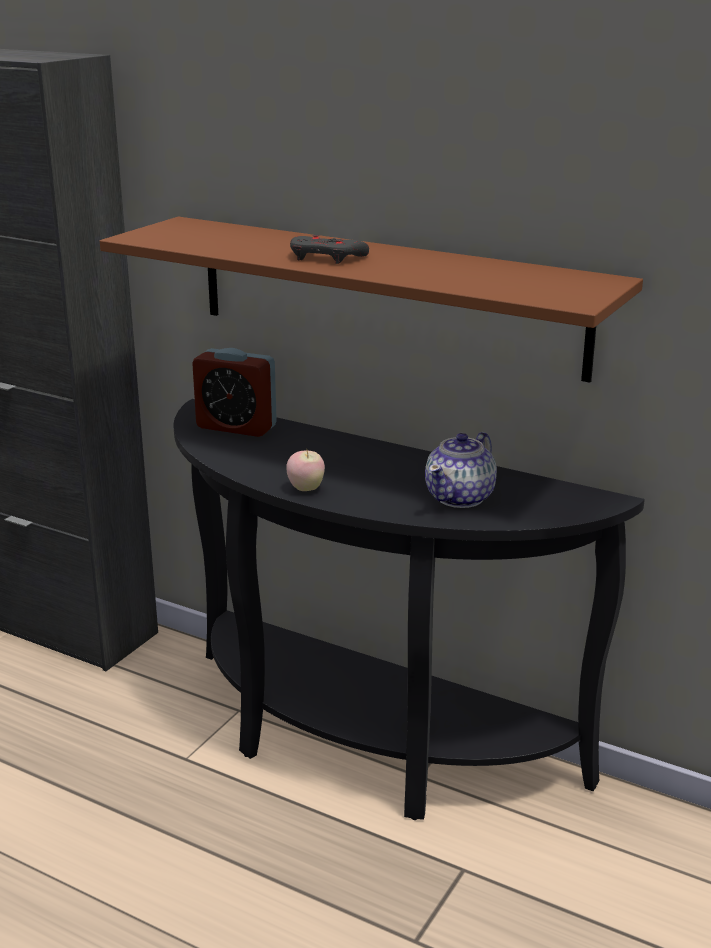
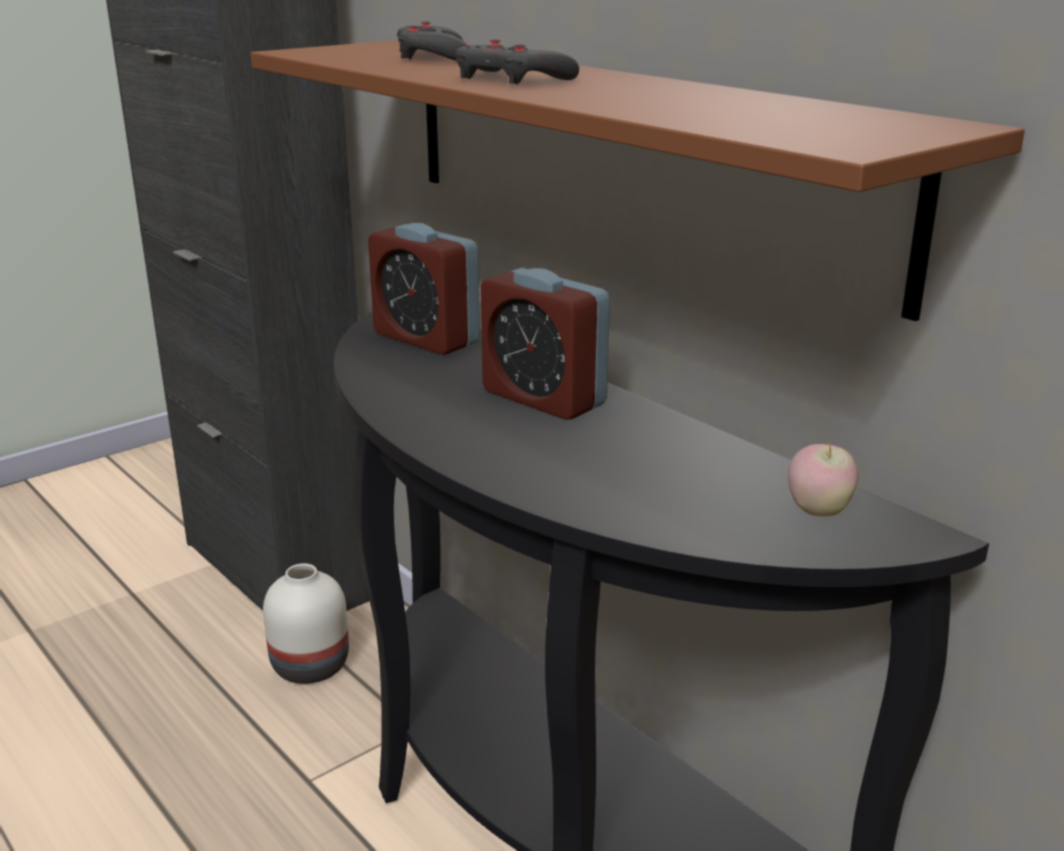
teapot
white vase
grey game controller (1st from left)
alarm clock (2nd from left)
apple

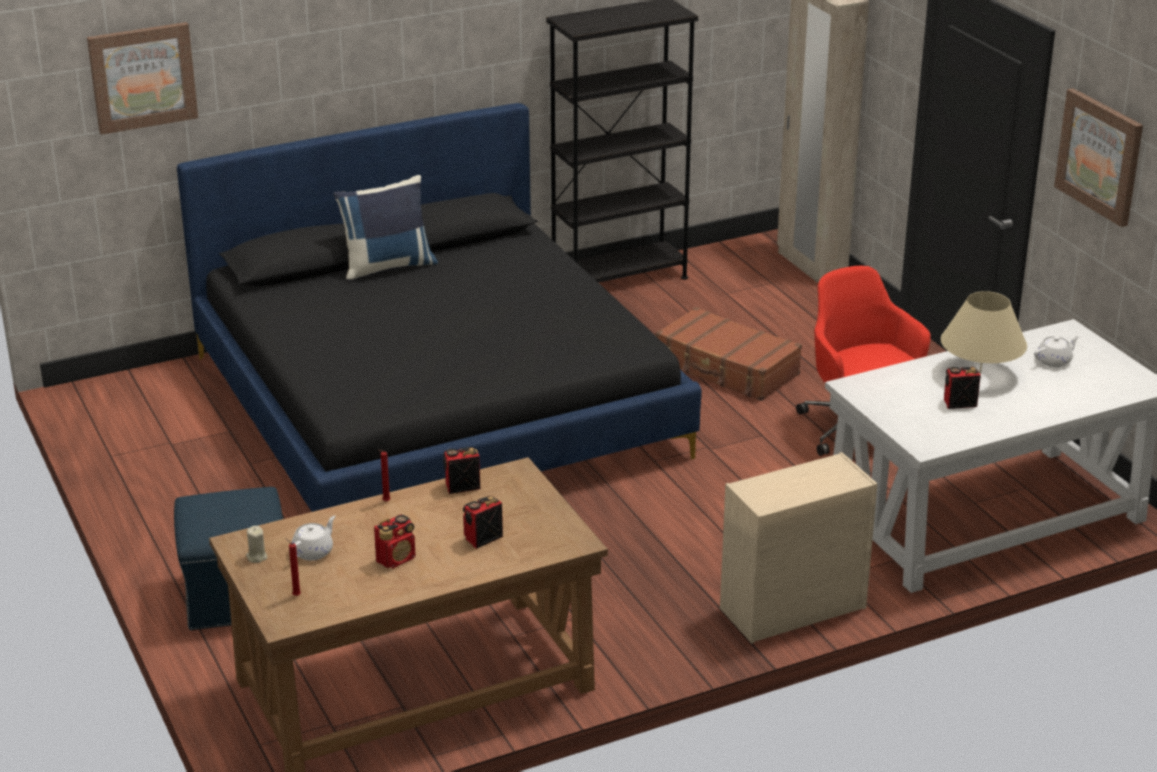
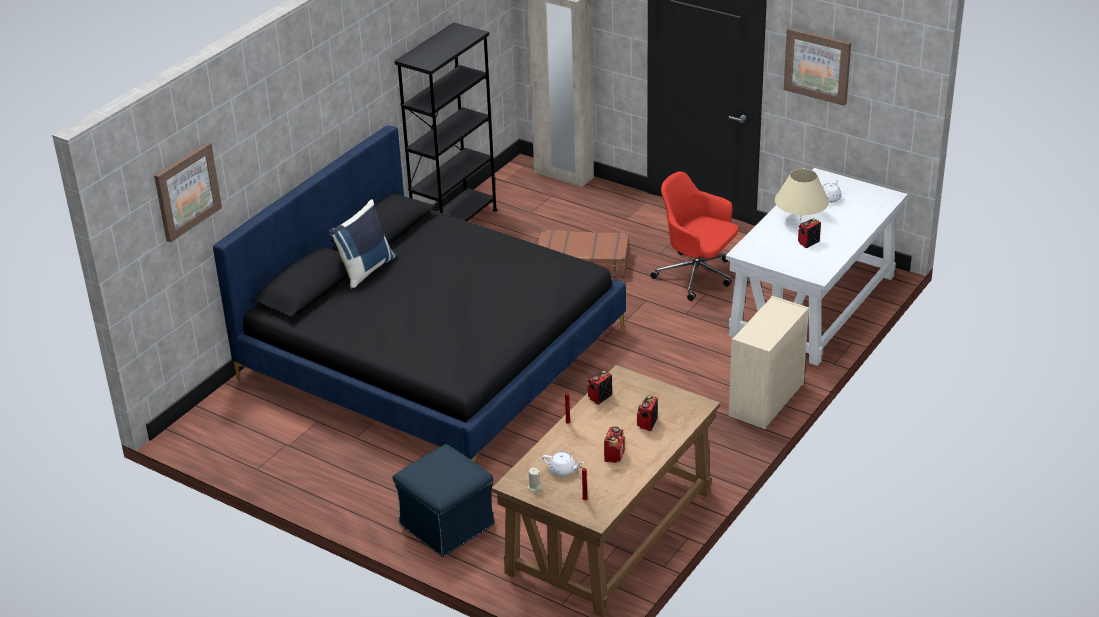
white teapot (1st from left)

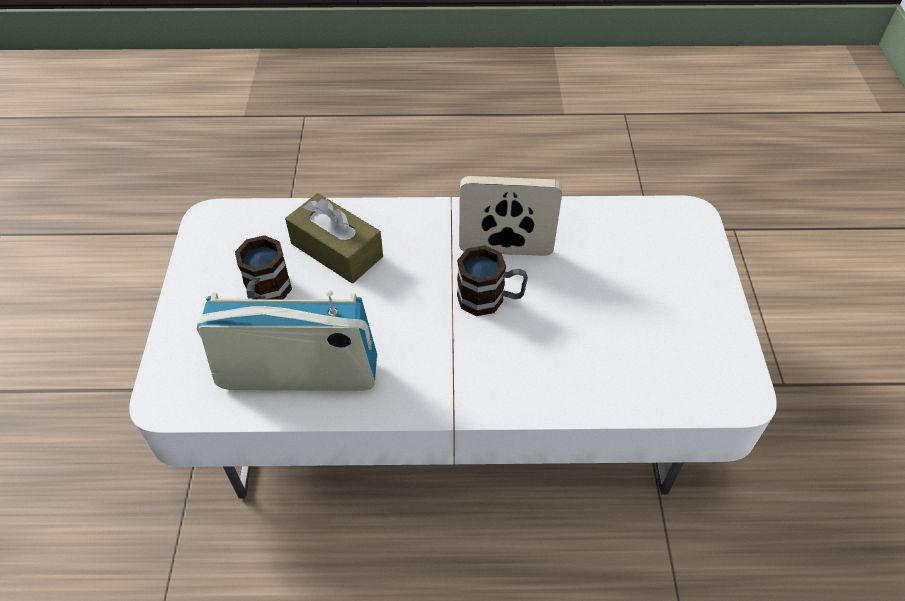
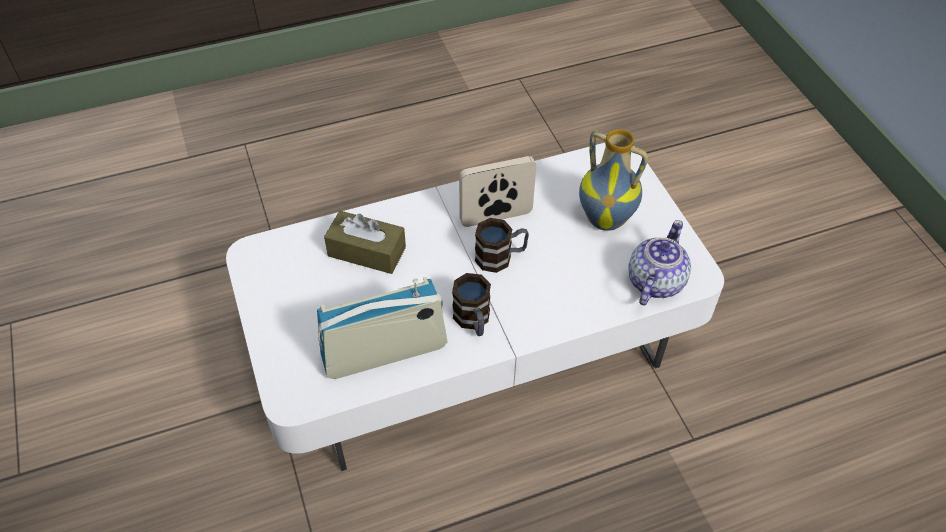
vase
teapot
mug (1st from left)

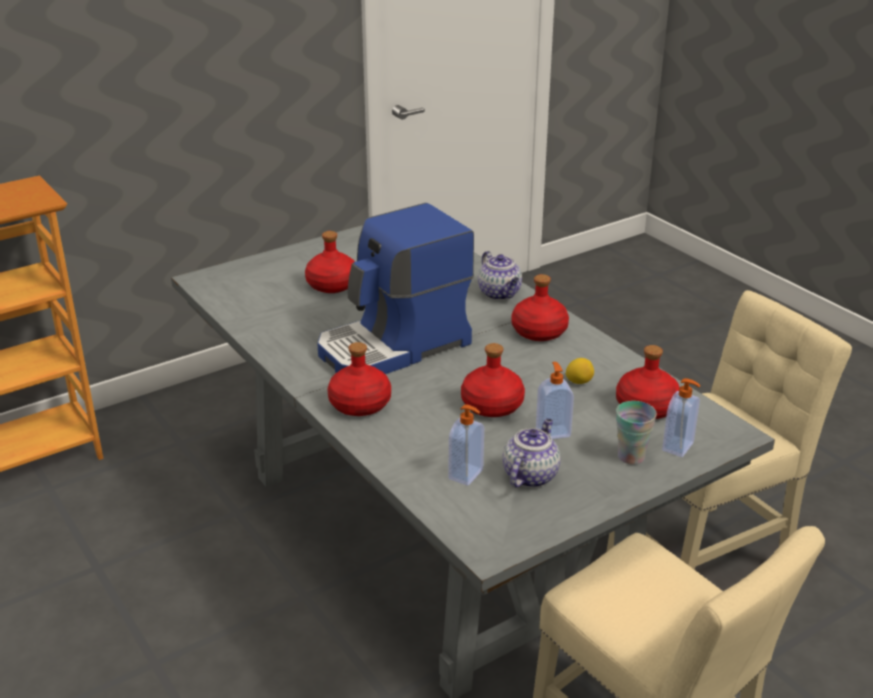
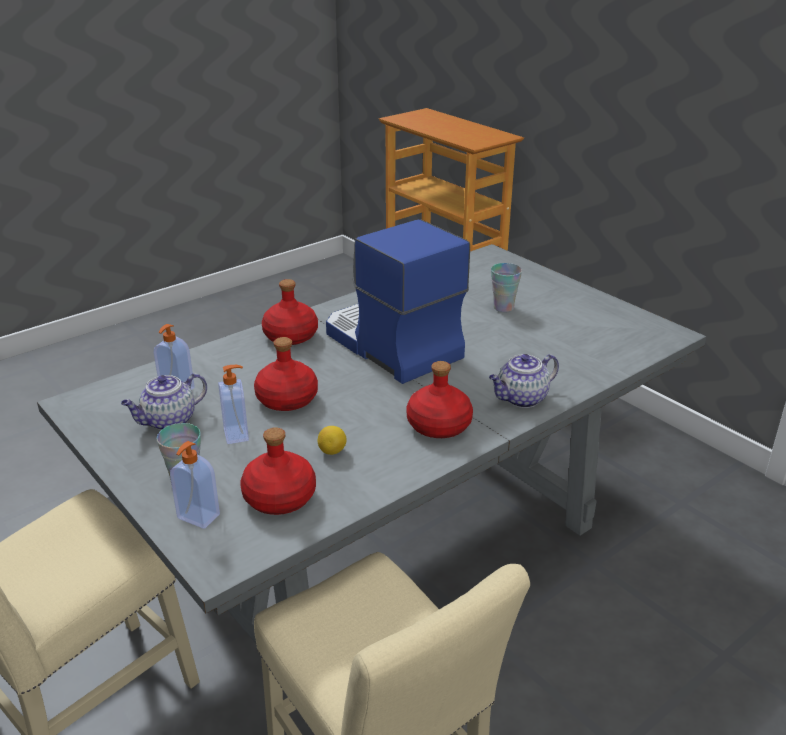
cup (2nd from left)
teapot (1st from left)

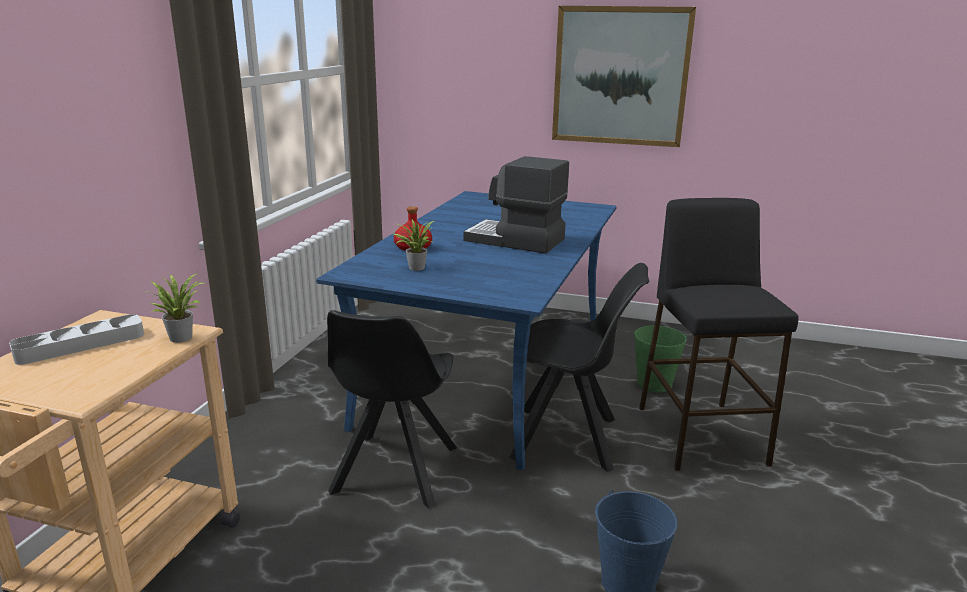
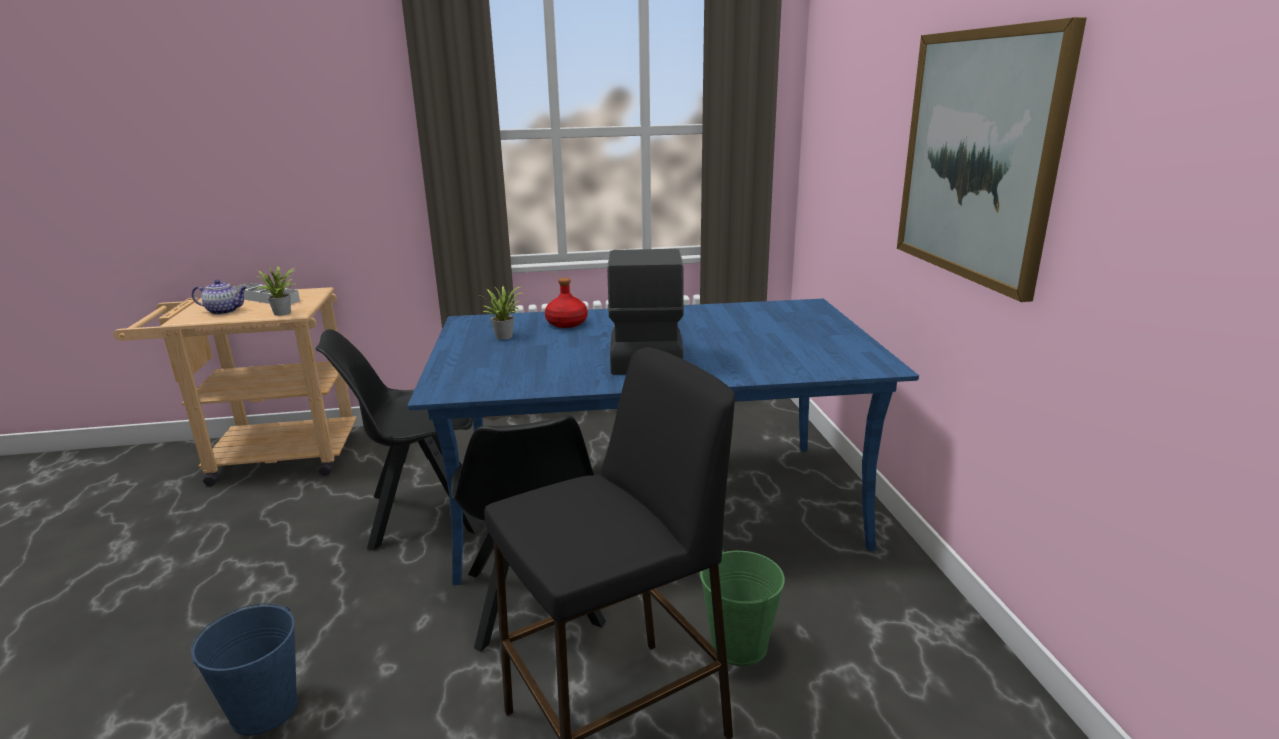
teapot

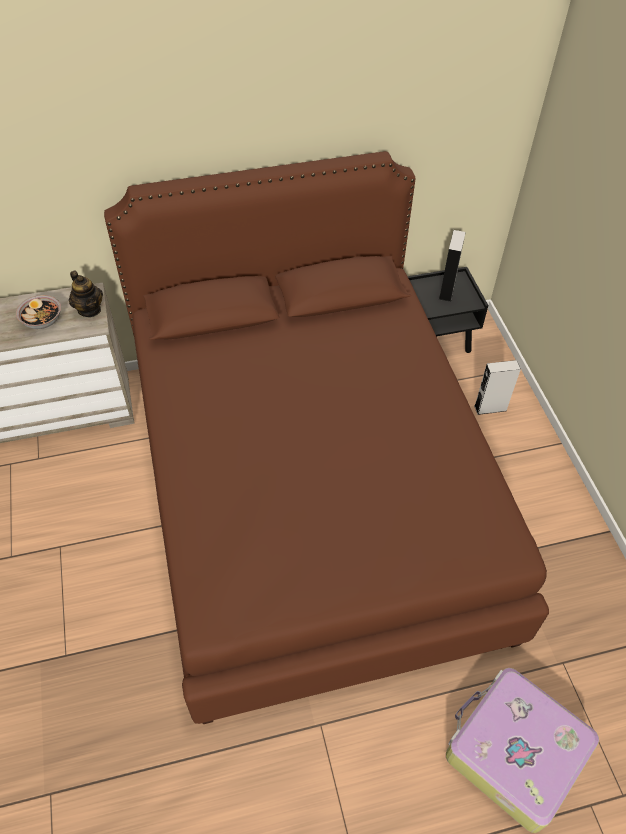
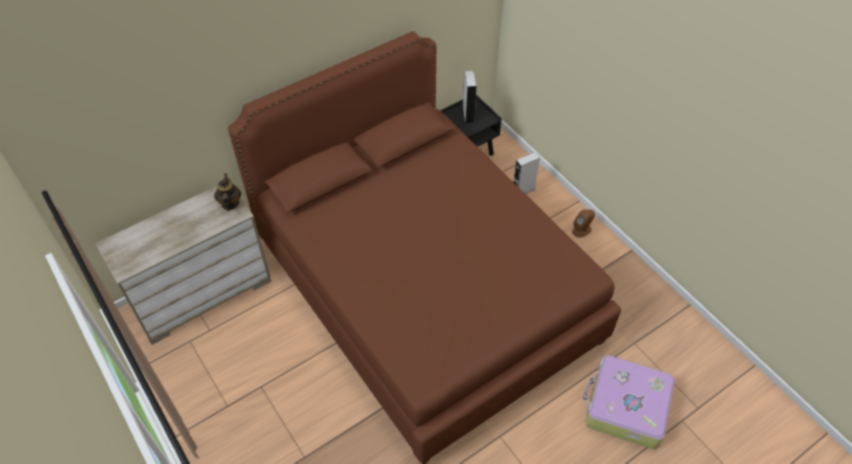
bowl
brown speaker
teapot

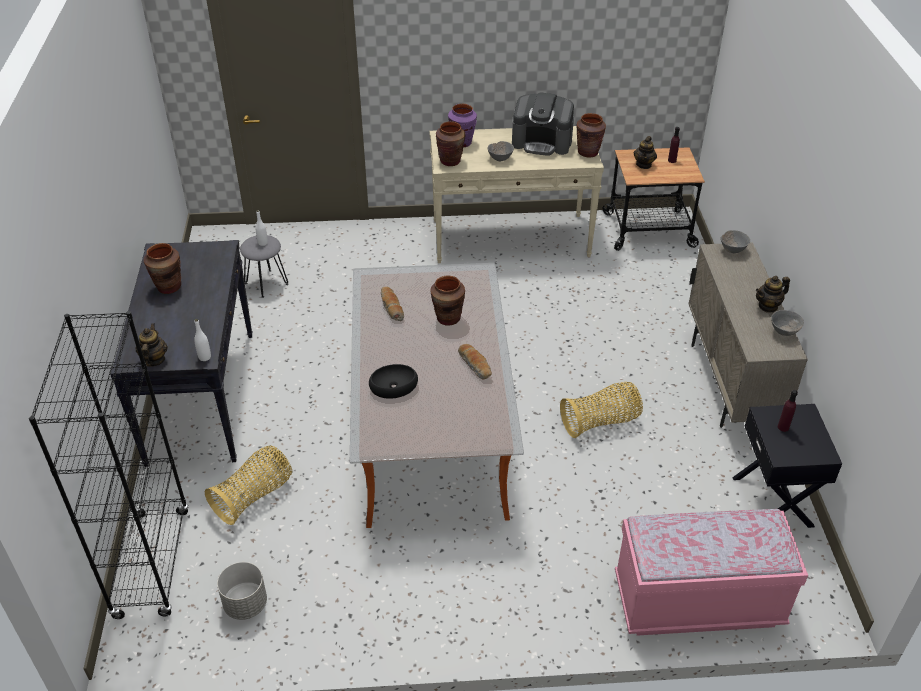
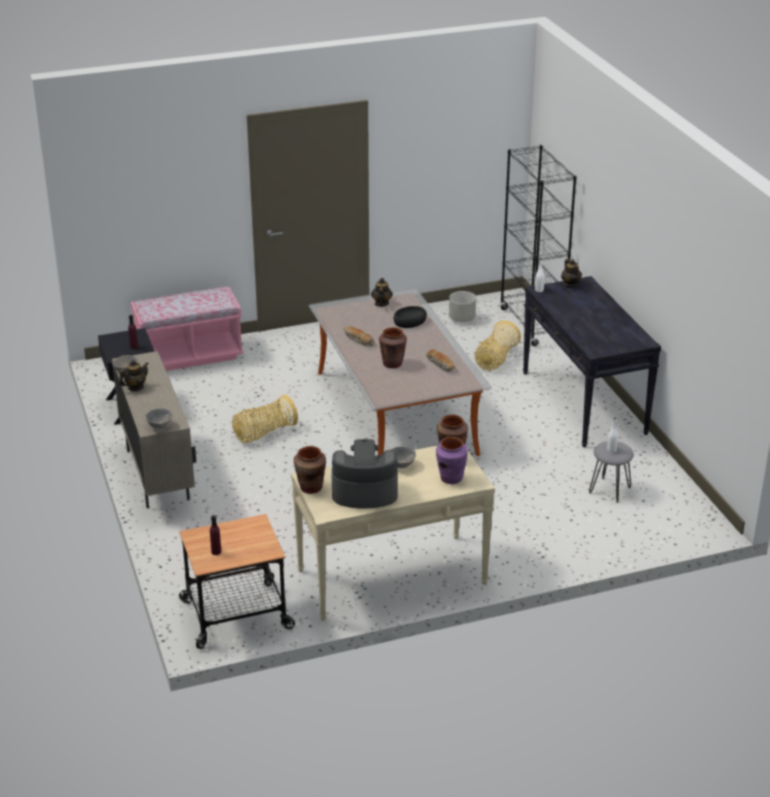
brown vase (1st from left in the first image)
teapot (2nd from left)

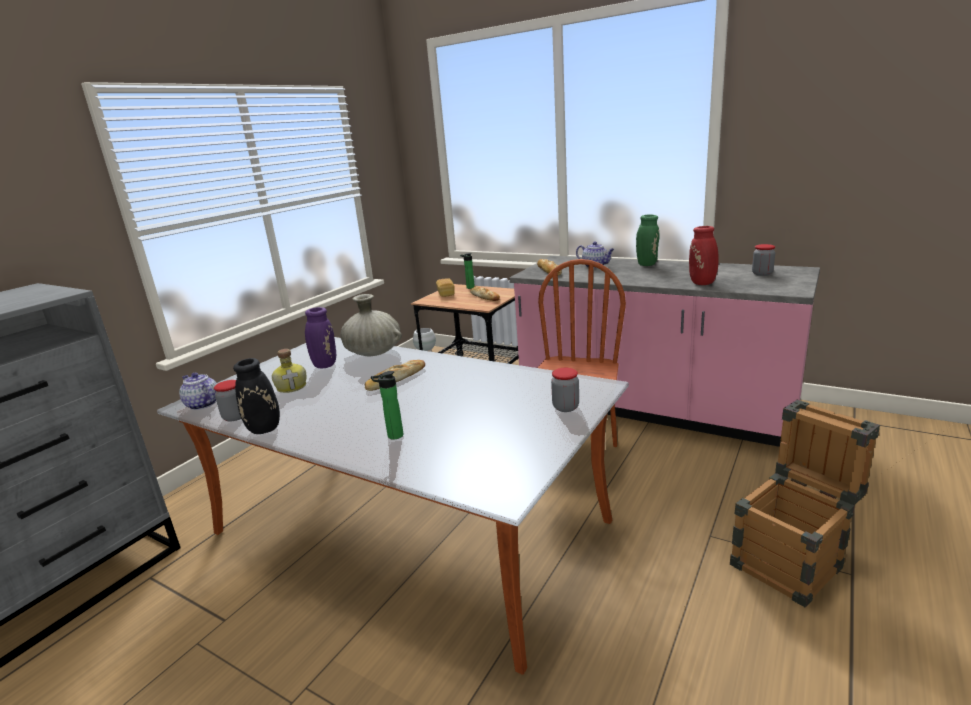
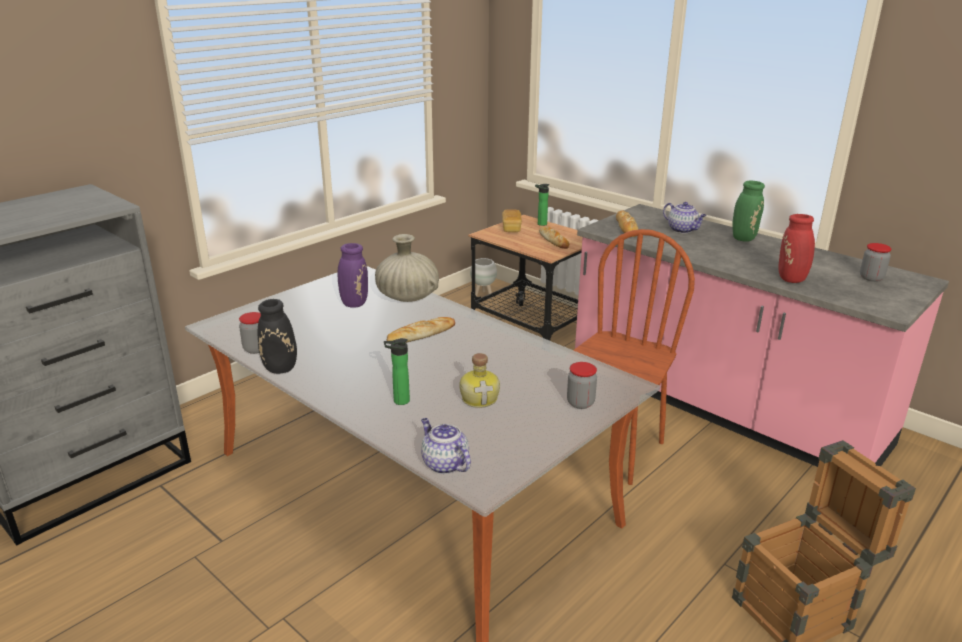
teapot (1st from left)
bottle (2nd from left)

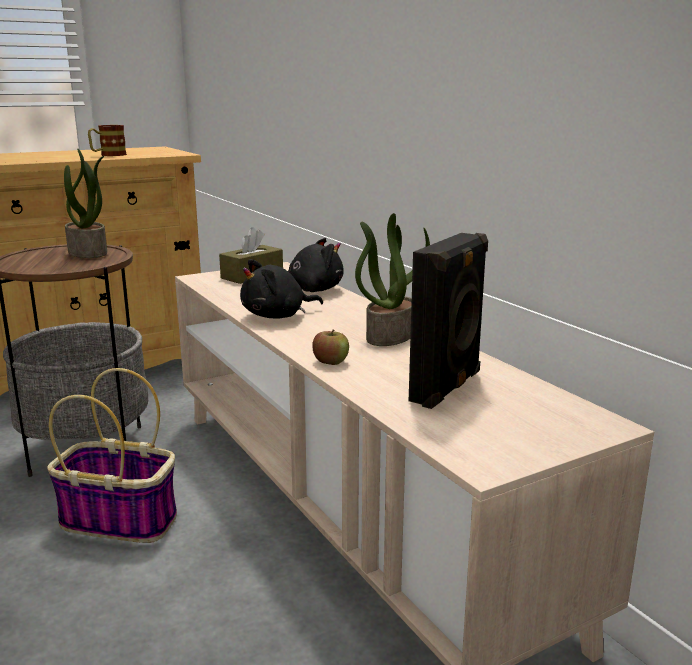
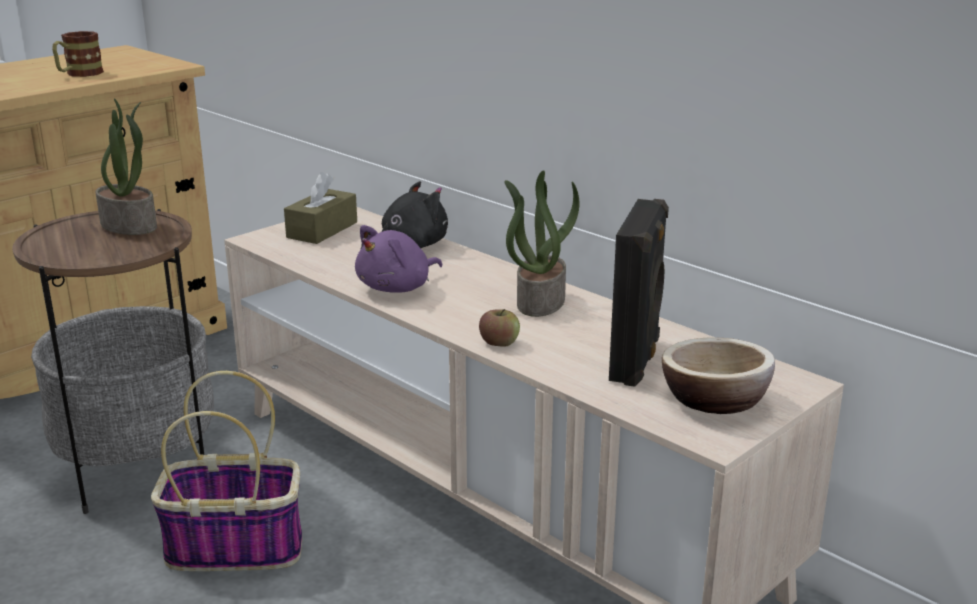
bowl
purple plush toy

